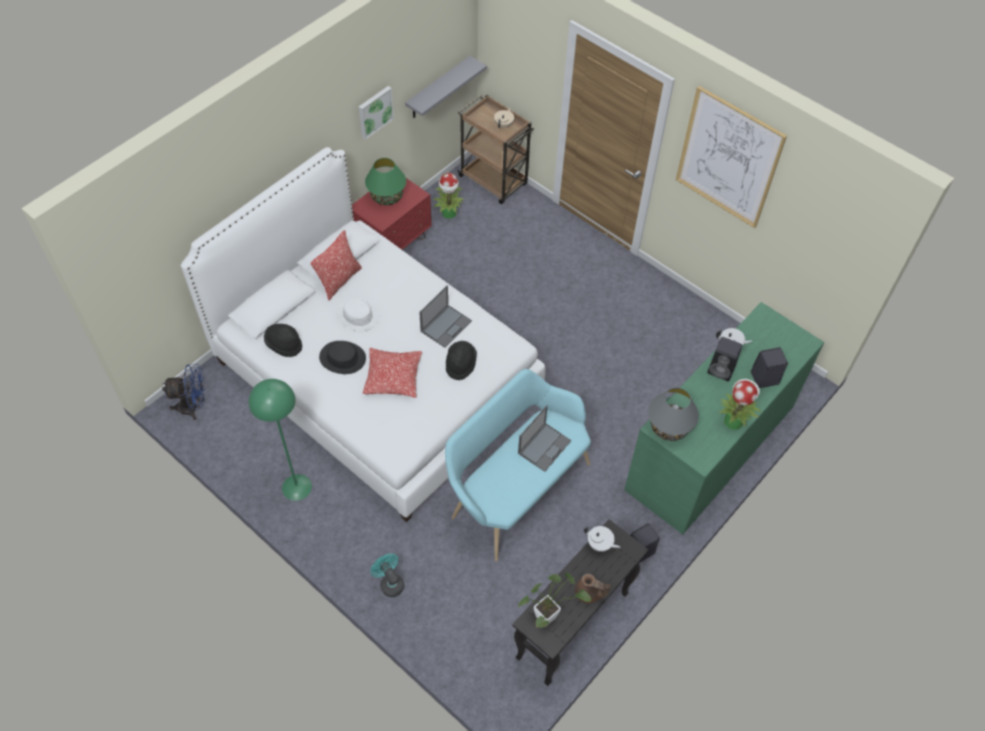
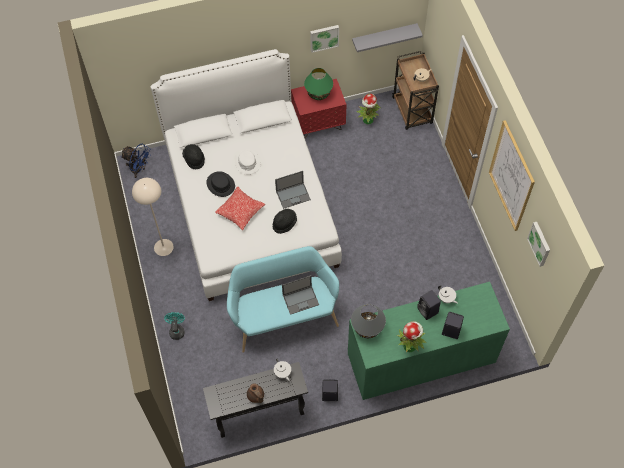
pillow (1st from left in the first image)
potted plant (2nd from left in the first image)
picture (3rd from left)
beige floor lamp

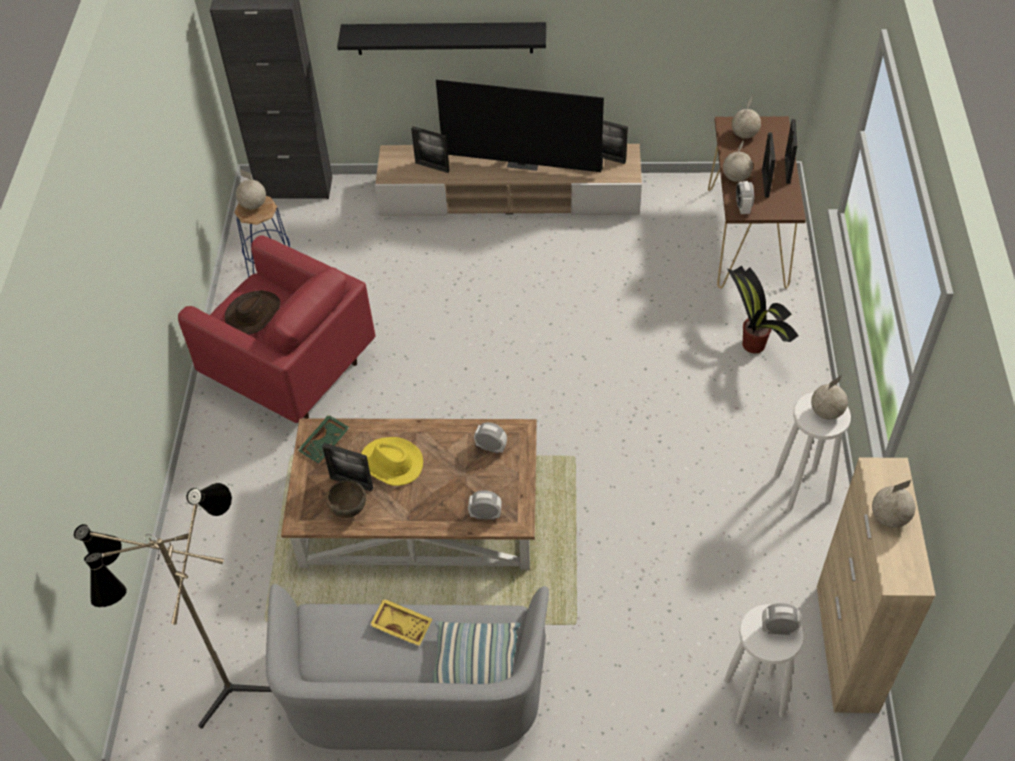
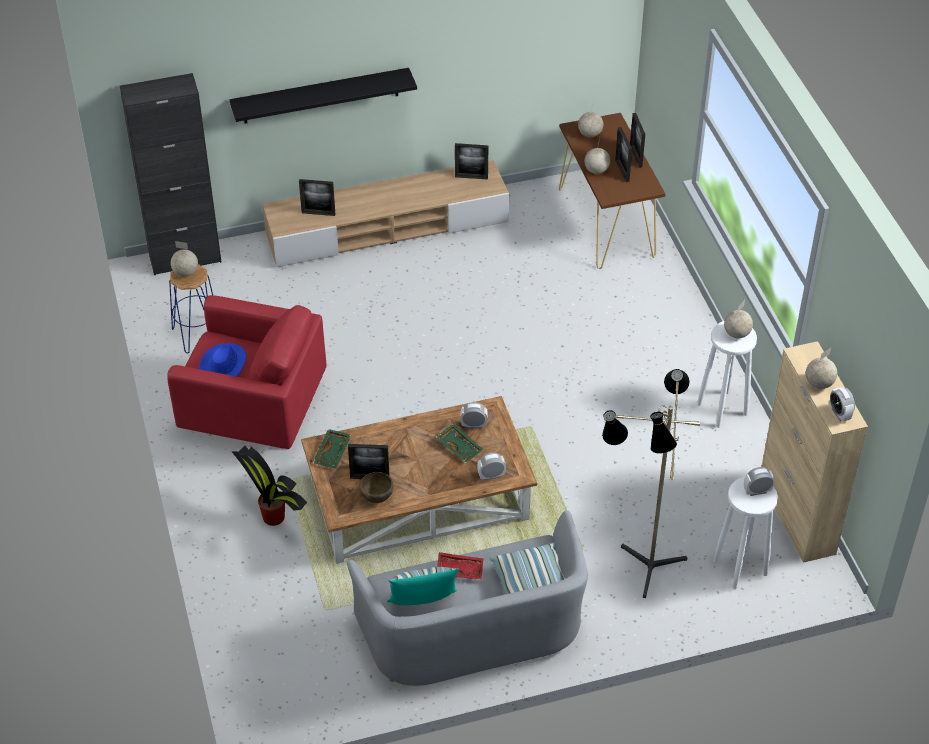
yellow hat
television
pillow (1st from left)
green tray (2nd from left)
floor lamp
potted plant
alarm clock (4th from left)
blue hat
red tray

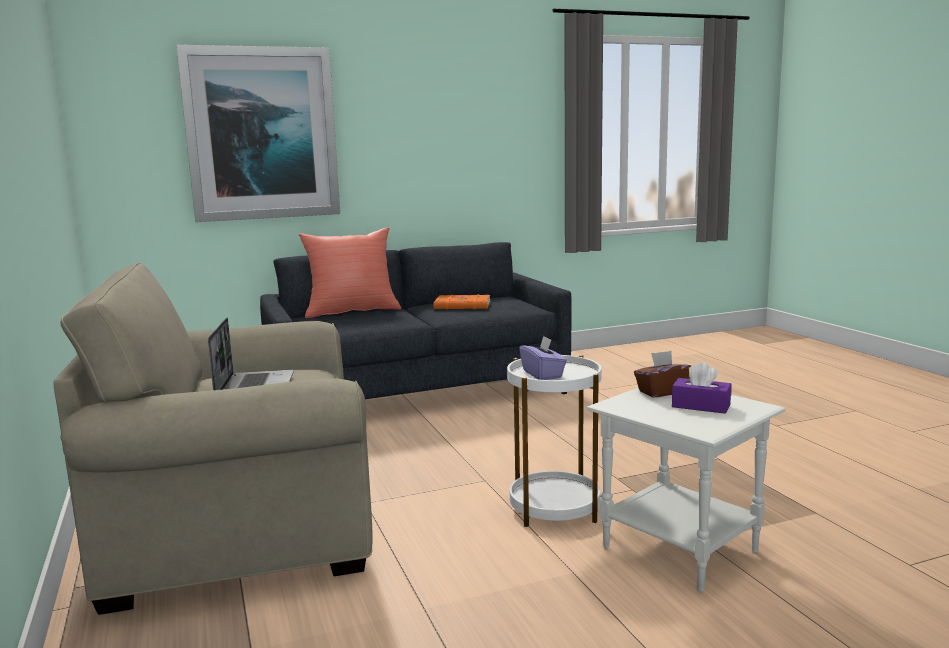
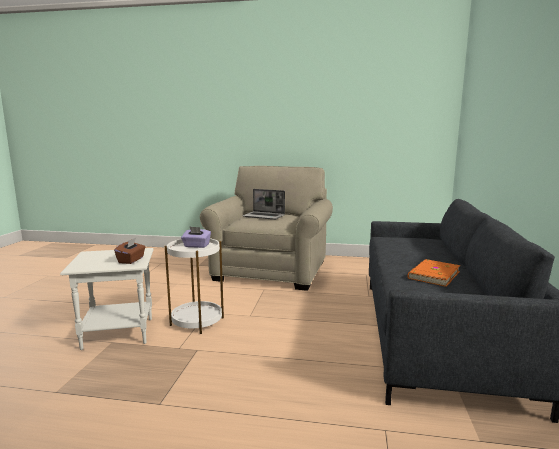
picture
red pillow
purple tissue box (2nd from left in the first image)

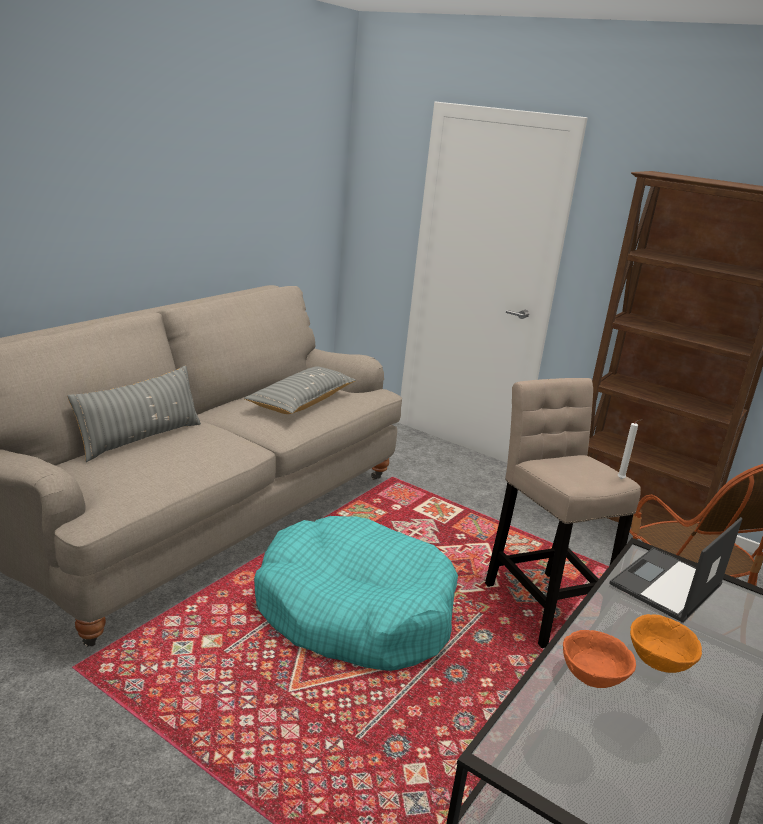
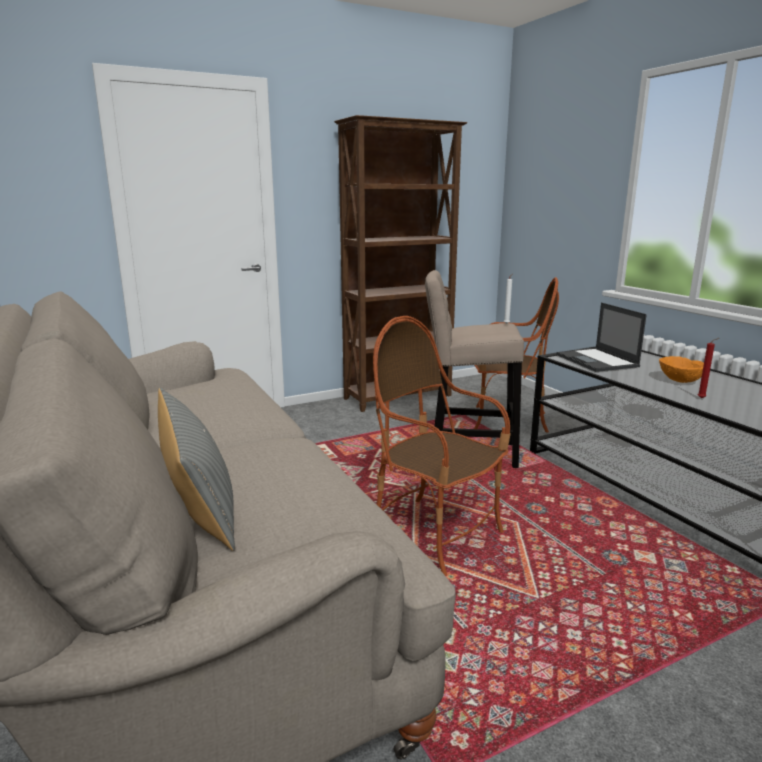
grey pillow (2nd from left in the first image)
armchair (1st from left)
red candle

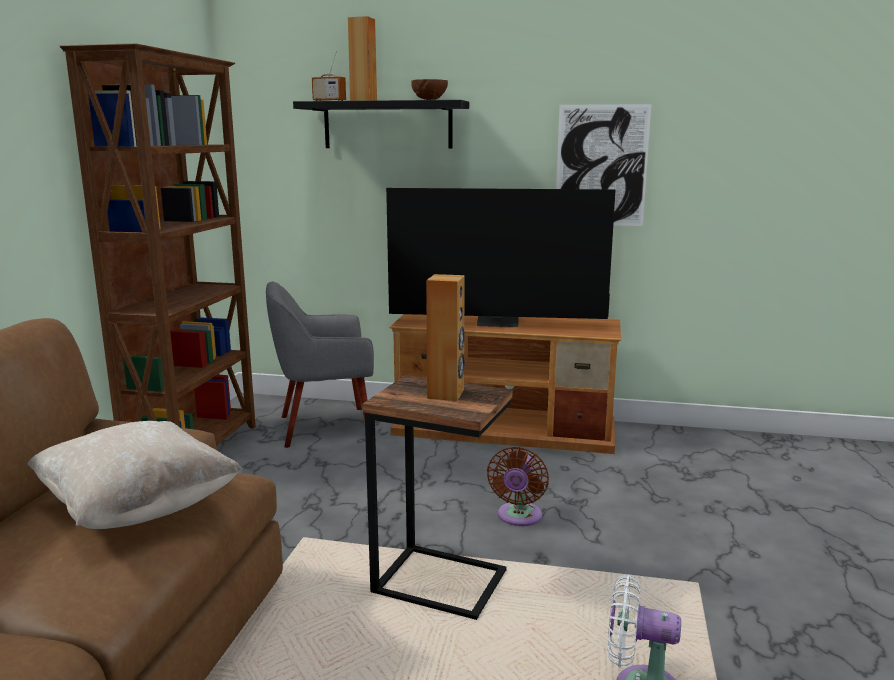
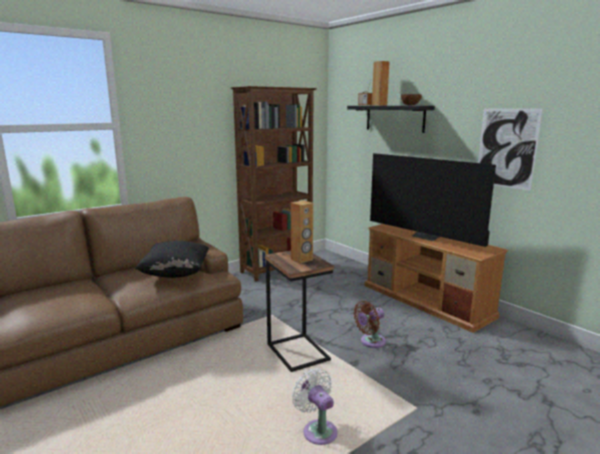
grey armchair
black pillow

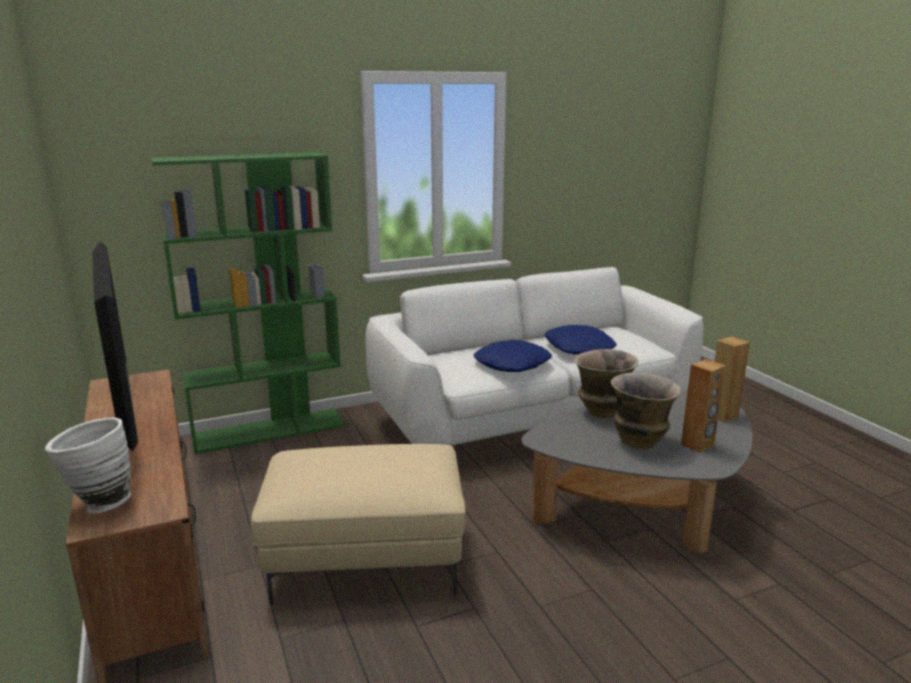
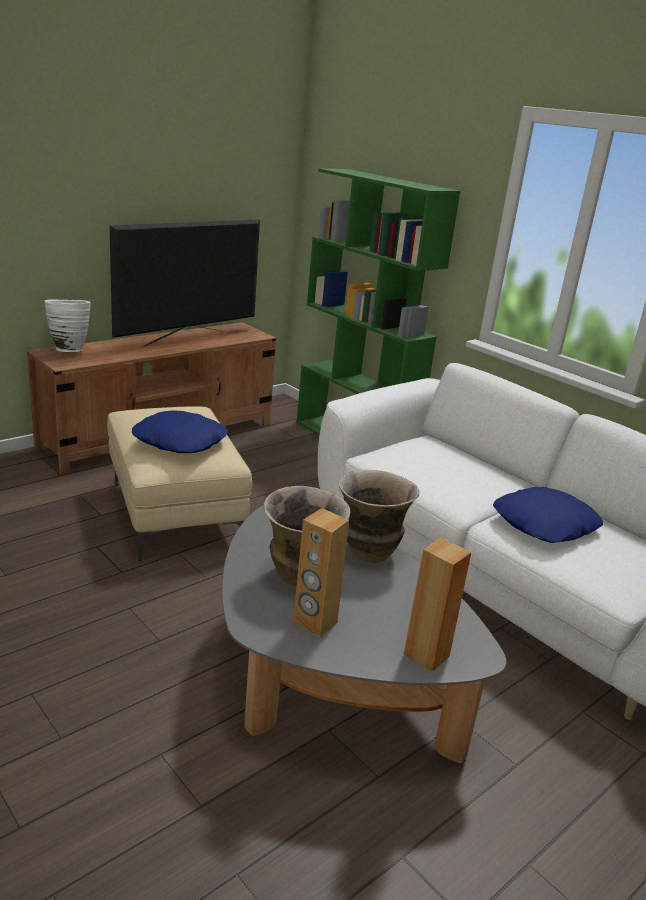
blue pillow (1st from left)

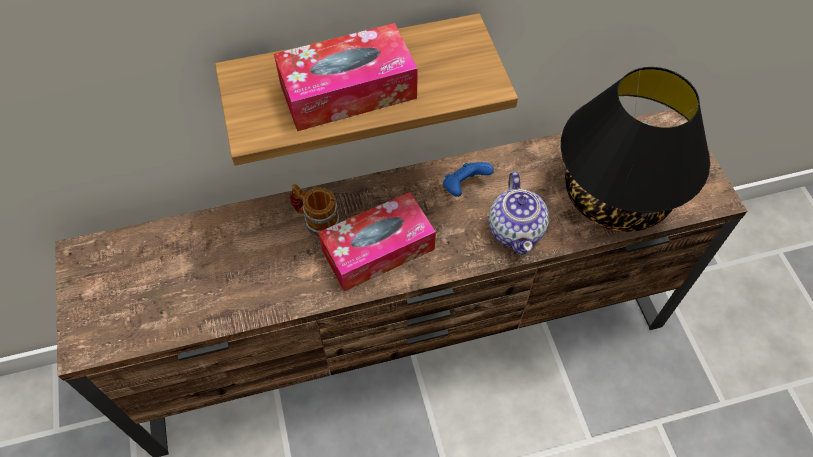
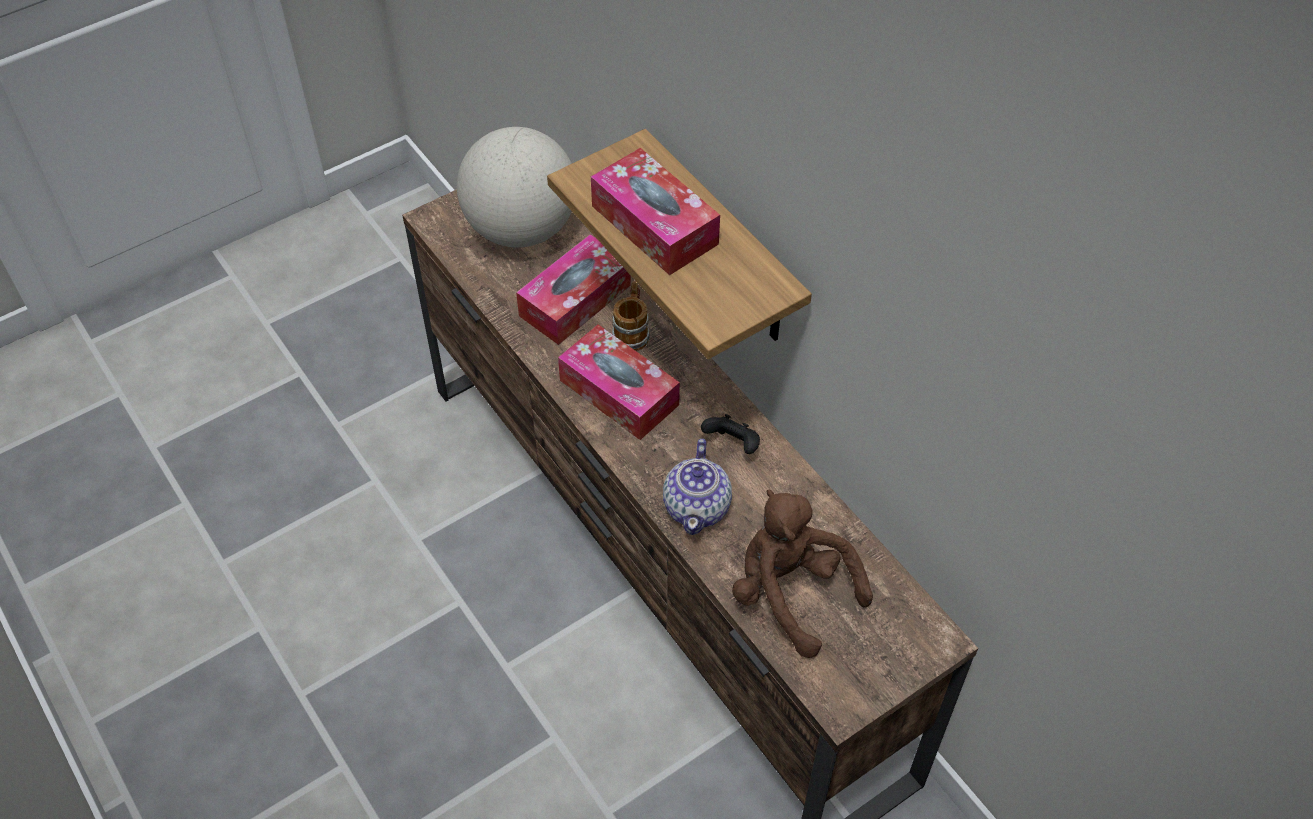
globe
tissue box (1st from left)
brown plush toy
black game controller
teapot

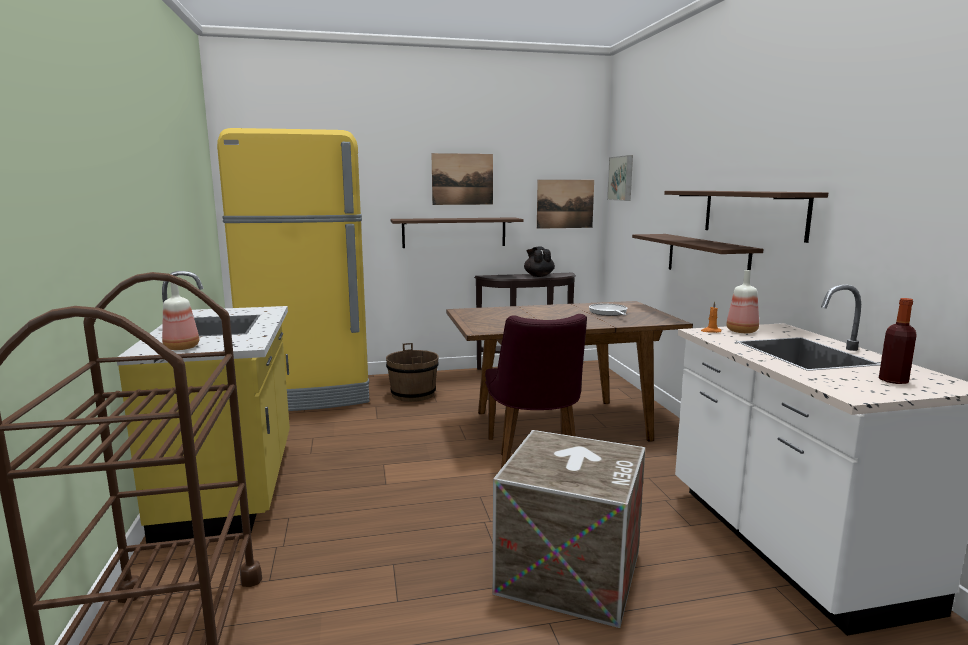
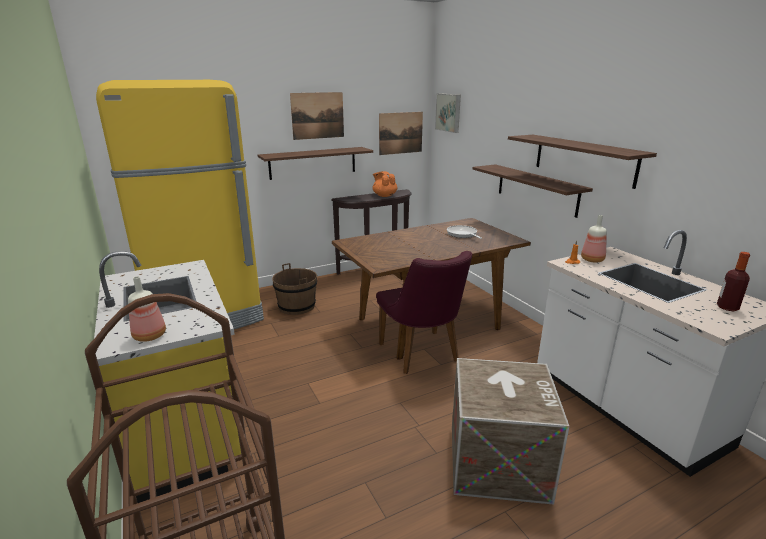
orange teapot

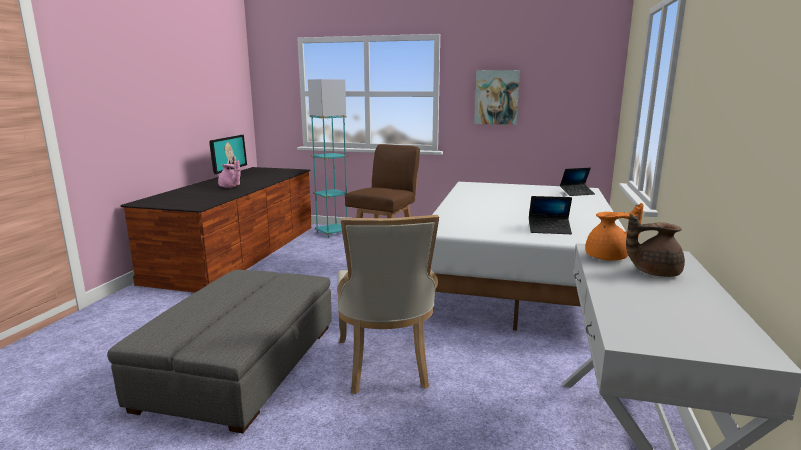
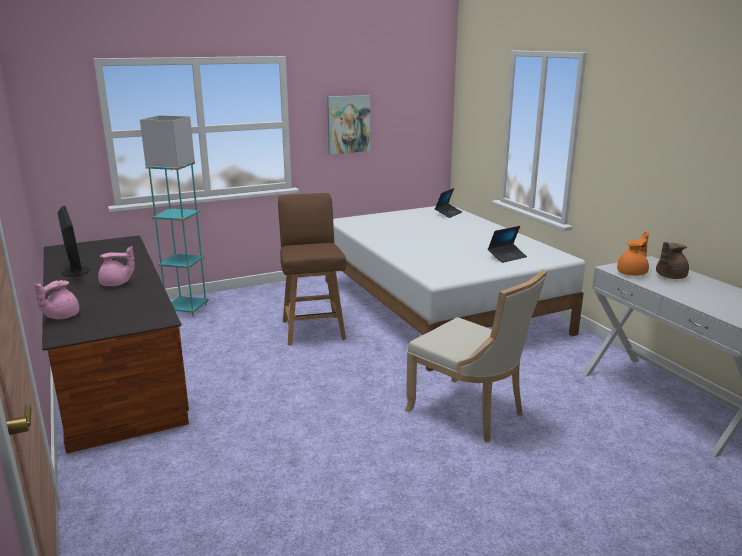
grey ottoman
pink teapot (1st from left)

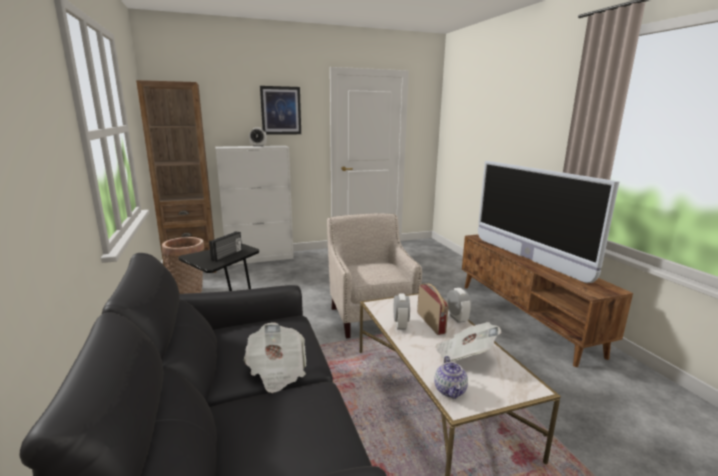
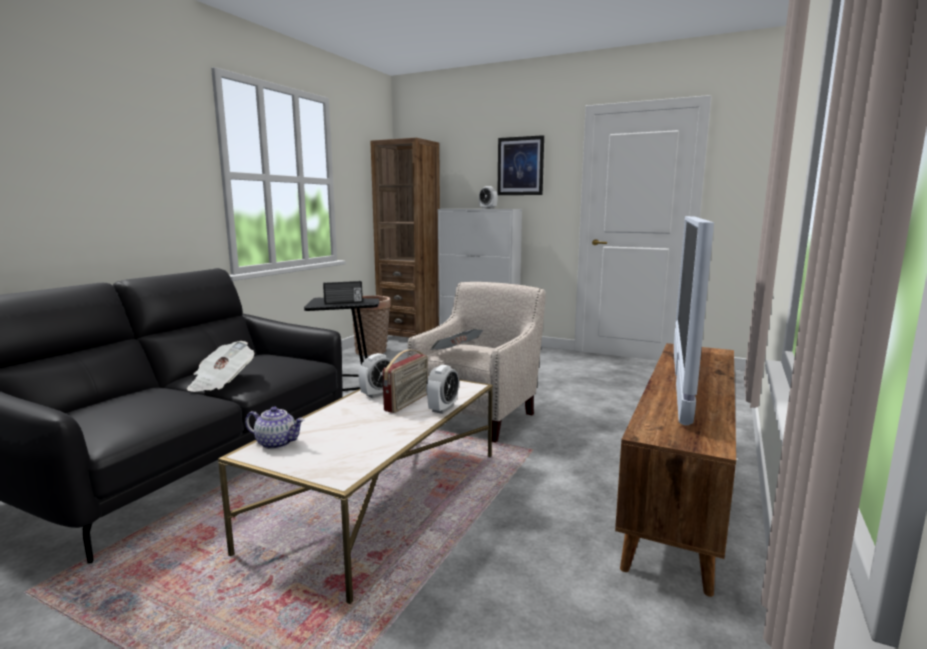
newspaper (2nd from left)
teapot

